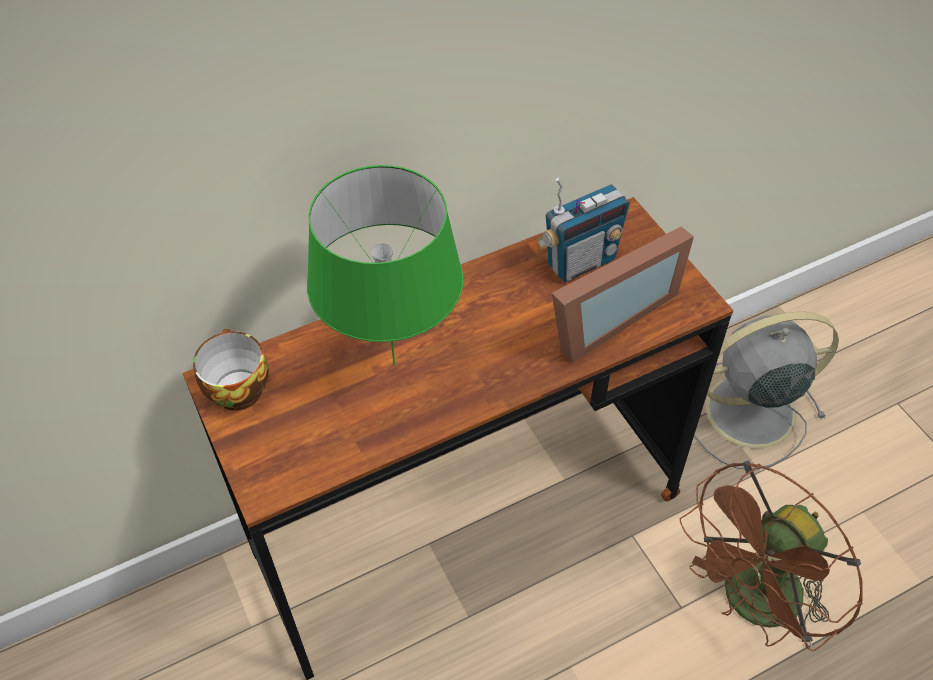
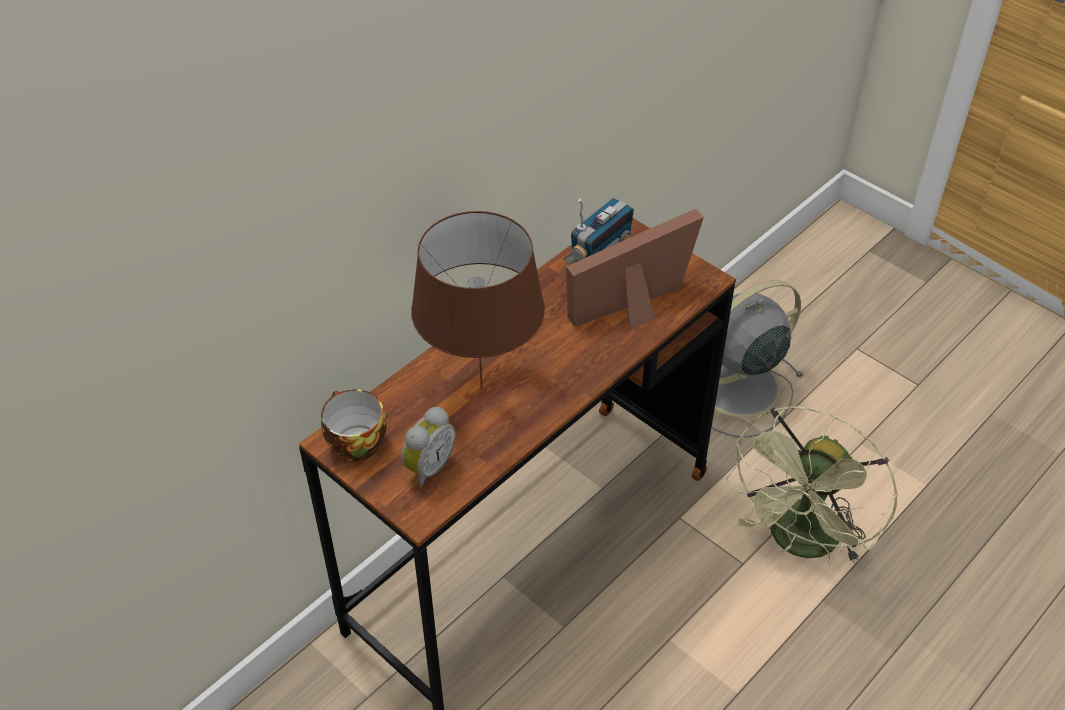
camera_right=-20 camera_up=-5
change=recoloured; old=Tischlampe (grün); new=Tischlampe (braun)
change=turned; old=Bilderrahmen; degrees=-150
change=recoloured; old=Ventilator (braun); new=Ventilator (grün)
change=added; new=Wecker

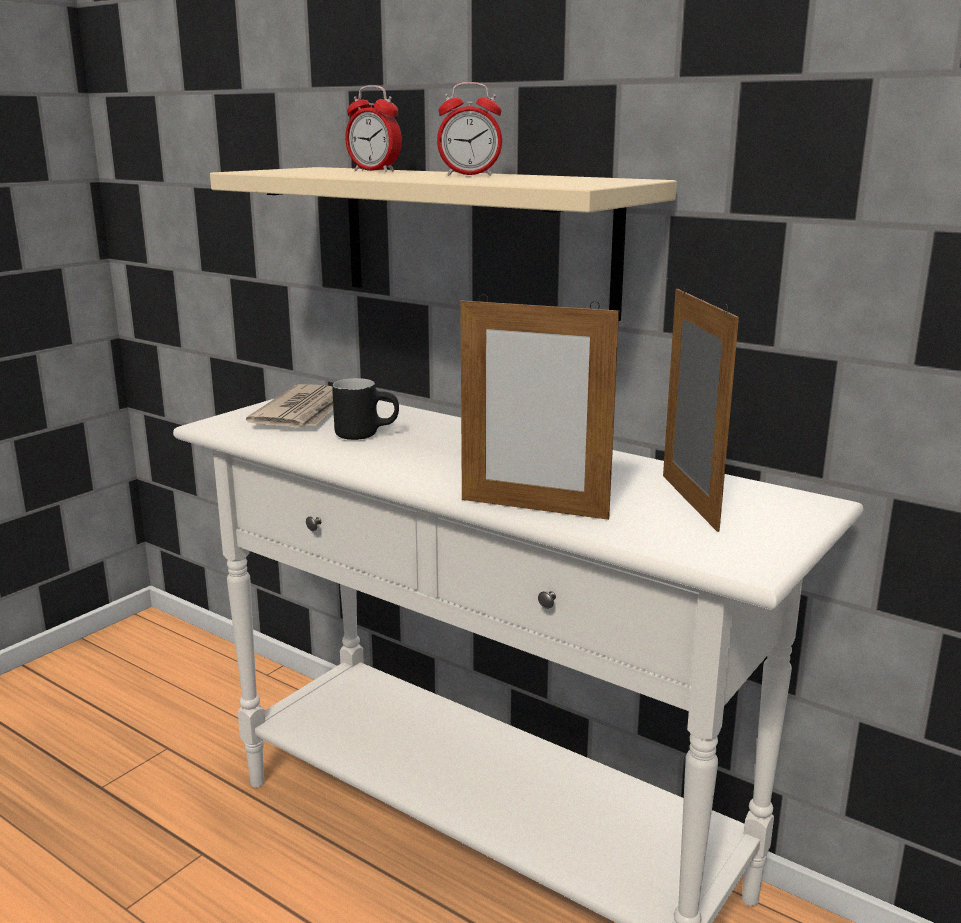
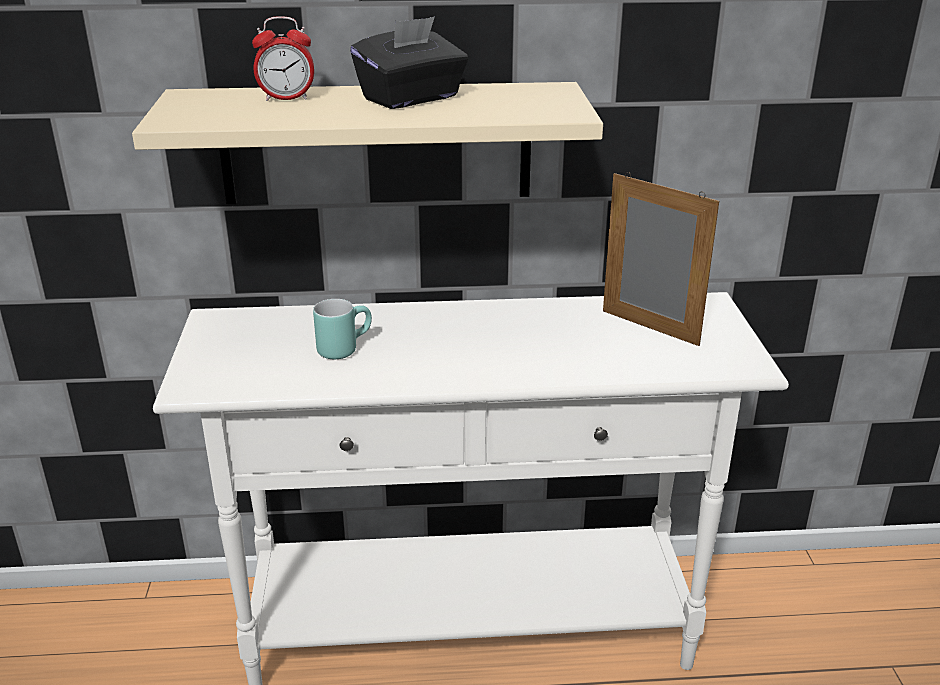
camera_right=-40 camera_up=10
change=removed; old=Zeitung
change=recoloured; old=Henkelbecher (schwarz); new=Henkelbecher (türkis)
change=replaced; old=Wecker (2nd from left); new=Taschentuchbox (schwarz)
change=removed; old=Bilderrahmen (1st from left)

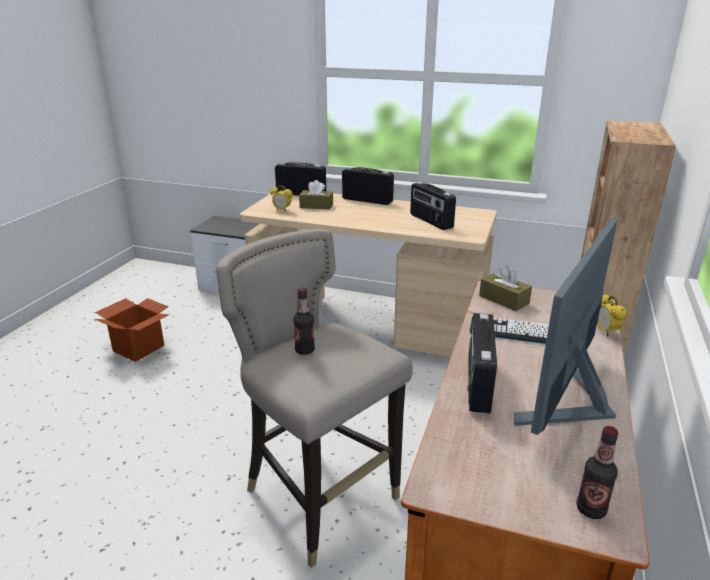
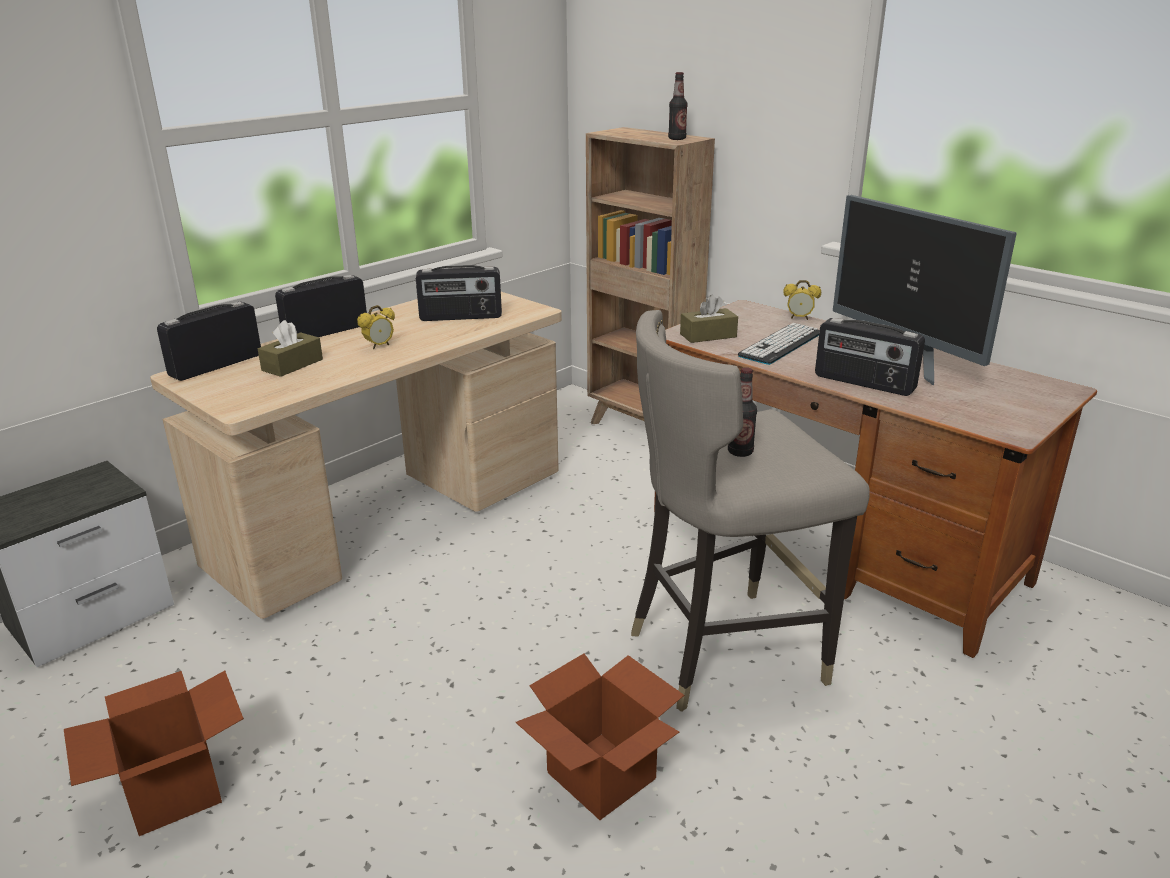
camera_right=-65 camera_up=0
change=moved; old=Wecker (1st from left)
change=moved; old=Flasche (2nd from left in the first image); new=Flasche (1st from left)
change=added; new=Karton (2nd from left)

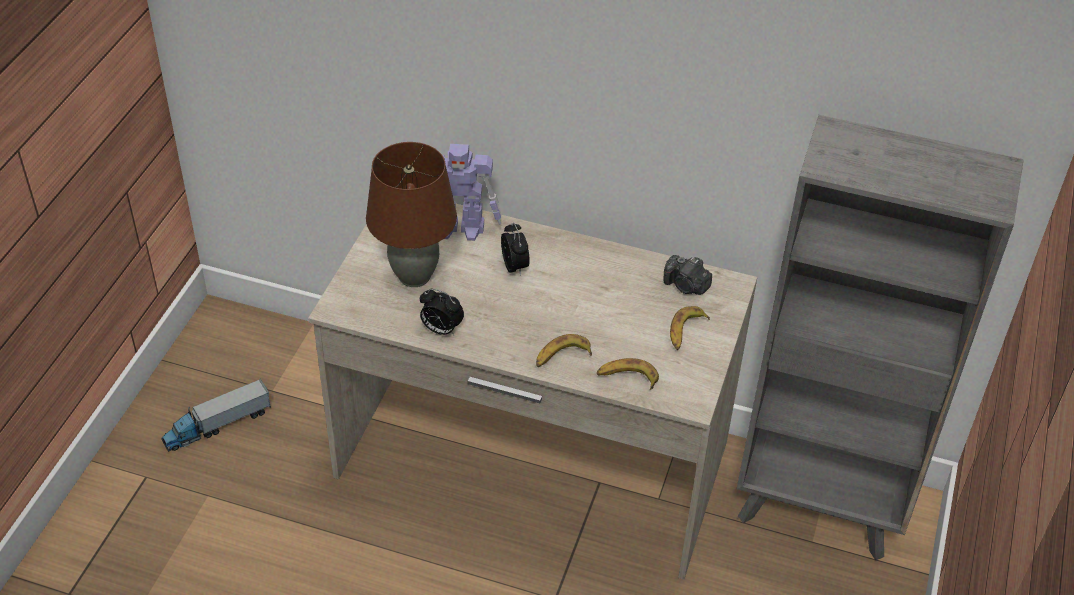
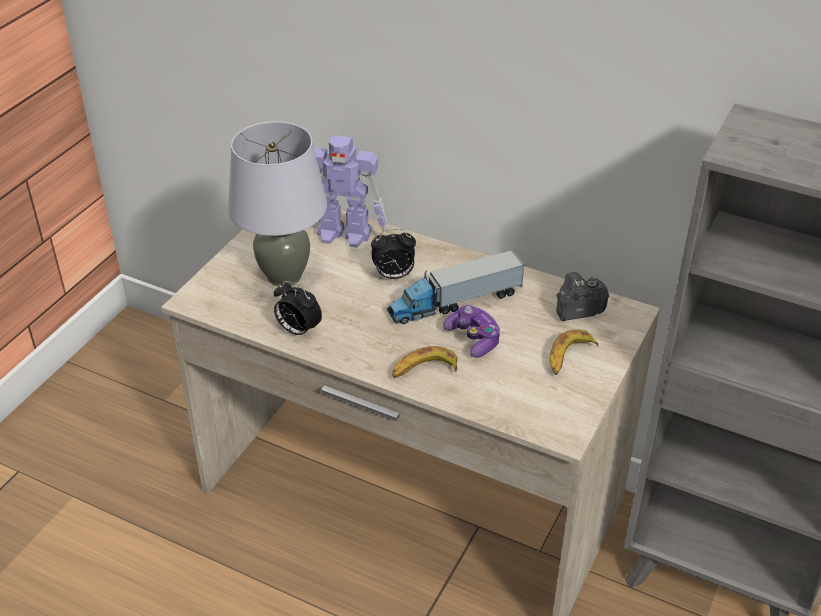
camera_right=10 camera_up=-5
change=moved; old=Spielzeuglaster
change=recoloured; old=Tischlampe (braun); new=Tischlampe (grau)
change=turned; old=Wecker (2nd from left); degrees=90
change=removed; old=Banane (2nd from left)
change=turned; old=Kamera; degrees=120
change=added; new=Gamepad

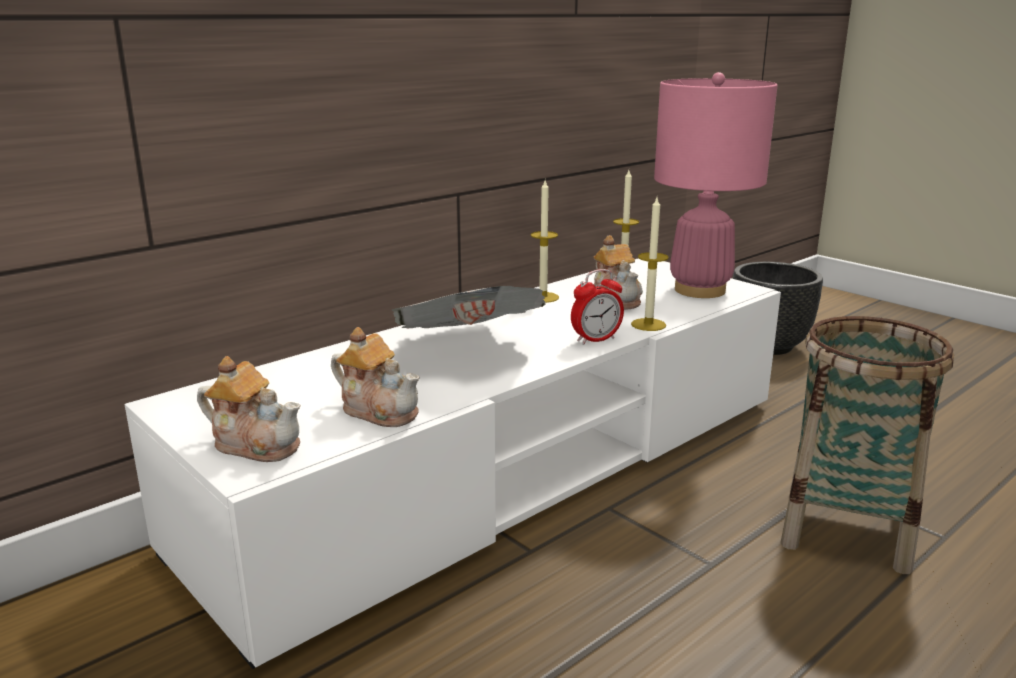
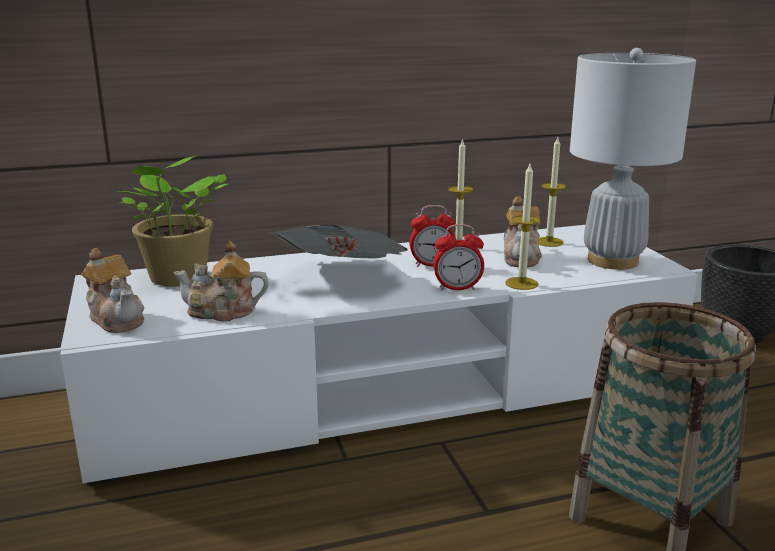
camera_right=25 camera_up=0
change=turned; old=Teekanne (2nd from left); degrees=120
change=recoloured; old=Tischlampe (rosa); new=Tischlampe (weiß)
change=added; new=Topfpflanze
change=added; new=Wecker (1st from left)

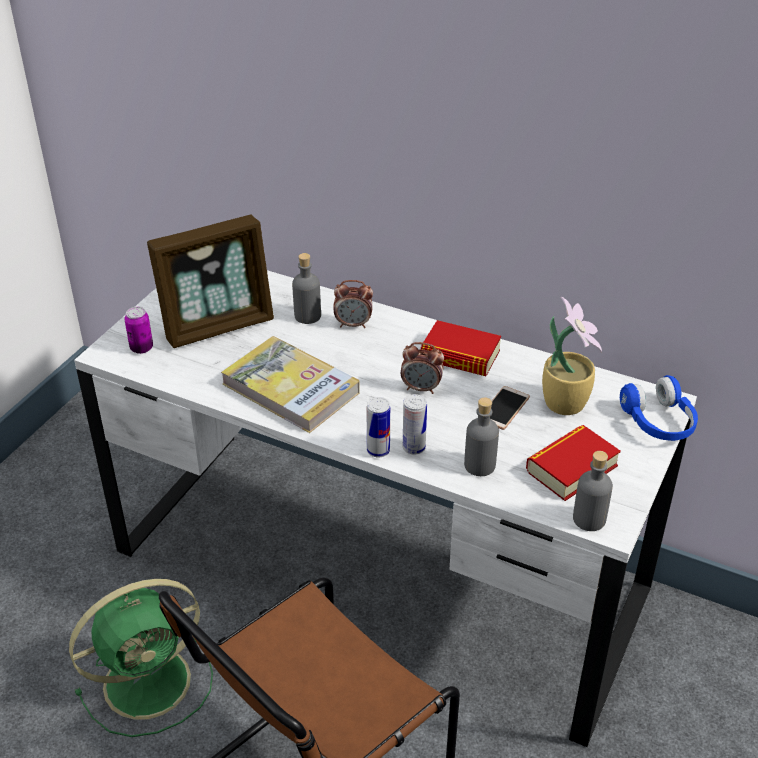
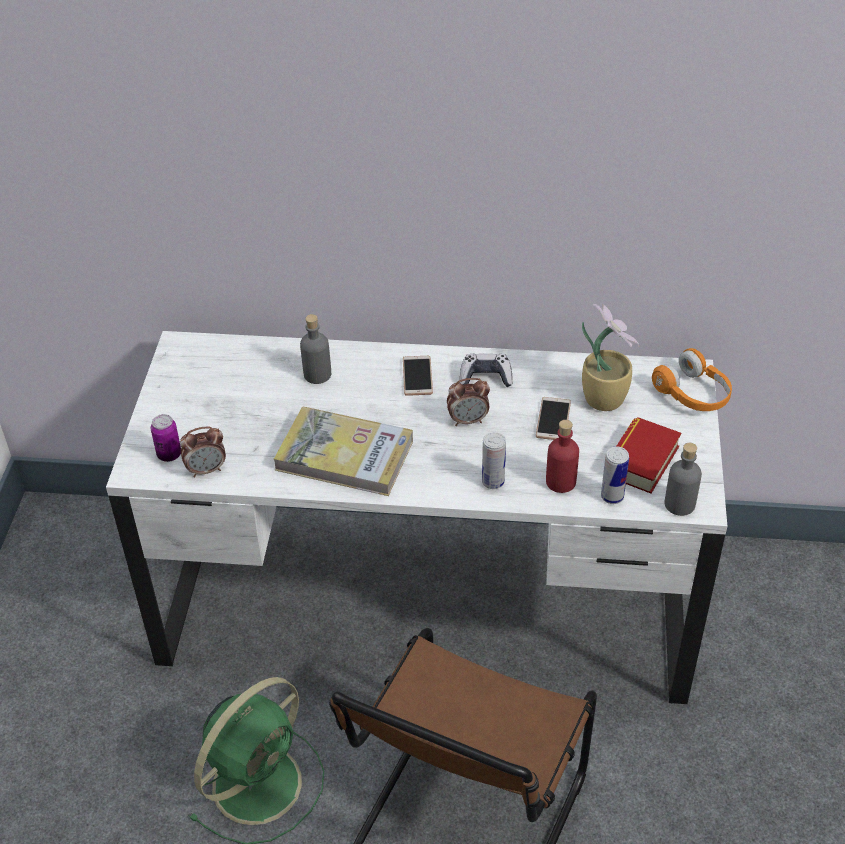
camera_right=-20 camera_up=5
change=removed; old=Bilderrahmen
change=moved; old=Wecker (1st from left)
change=moved; old=Dose (2nd from left in the first image); new=Dose (3rd from left)
change=replaced; old=Buch (2nd from left); new=Gamepad
change=recoloured; old=Flasche (grau) (2nd from left); new=Flasche (rot)
change=recoloured; old=Kopfhörer (blau); new=Kopfhörer (orange)
change=added; new=Handy (1st from left)

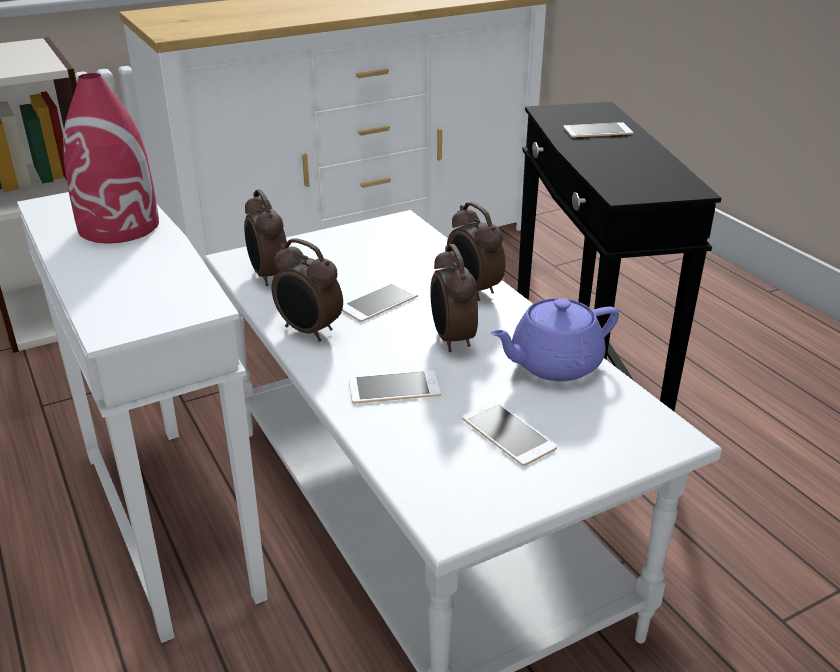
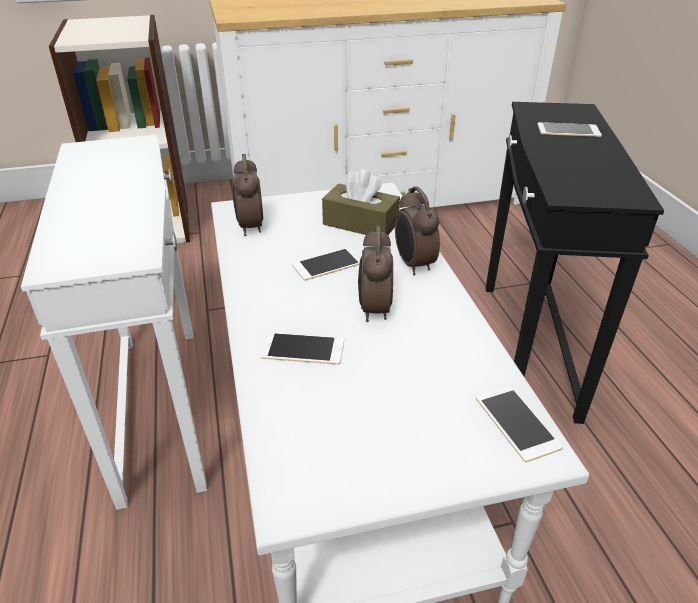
camera_right=15 camera_up=5
change=removed; old=Vase (rot)
change=removed; old=Wecker (2nd from left)
change=moved; old=Handy (3rd from left)
change=removed; old=Teekanne (lila)
change=added; new=Taschentuchbox (braun)

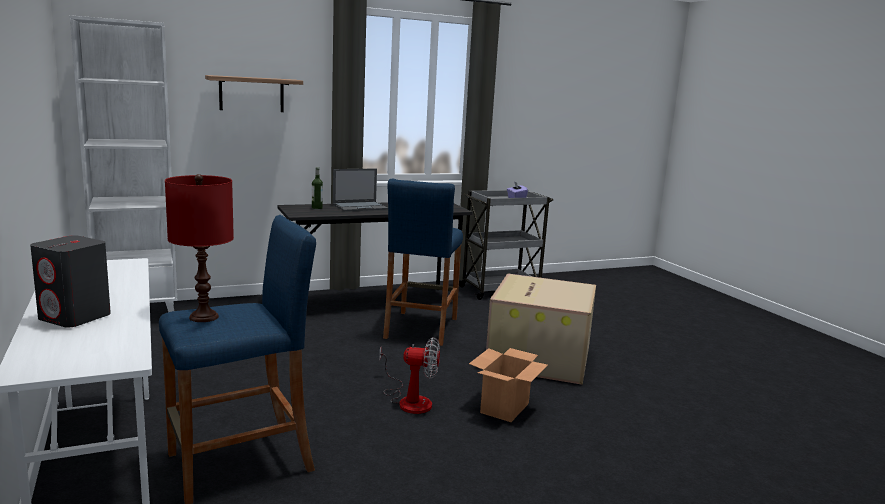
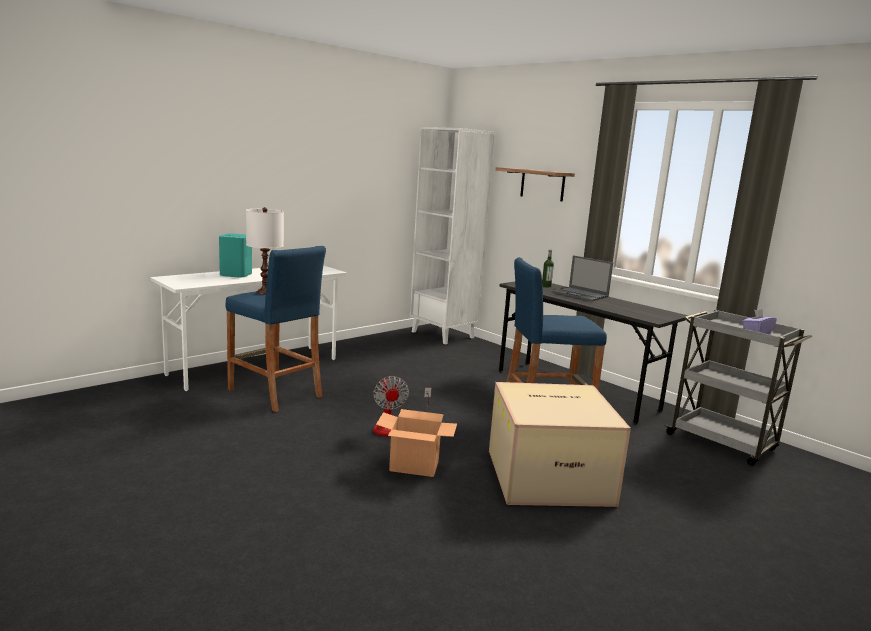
camera_right=70 camera_up=0
change=recoloured; old=Lautsprecher (grau); new=Lautsprecher (türkis)
change=recoloured; old=Tischlampe (rot); new=Tischlampe (weiß)

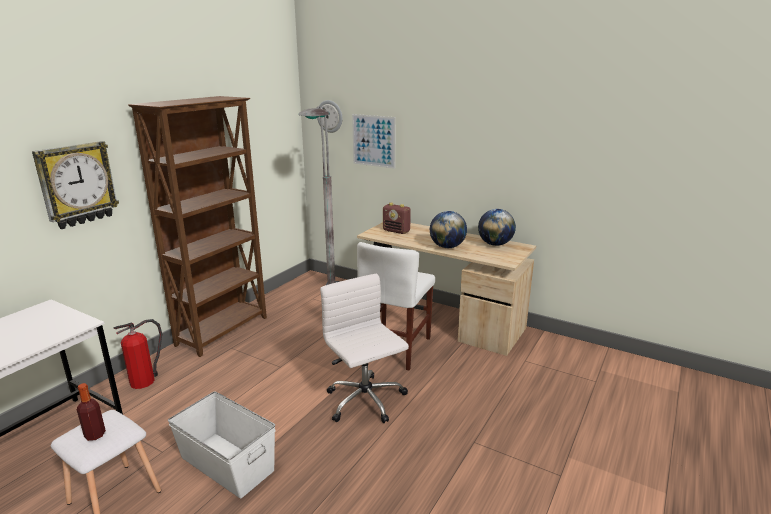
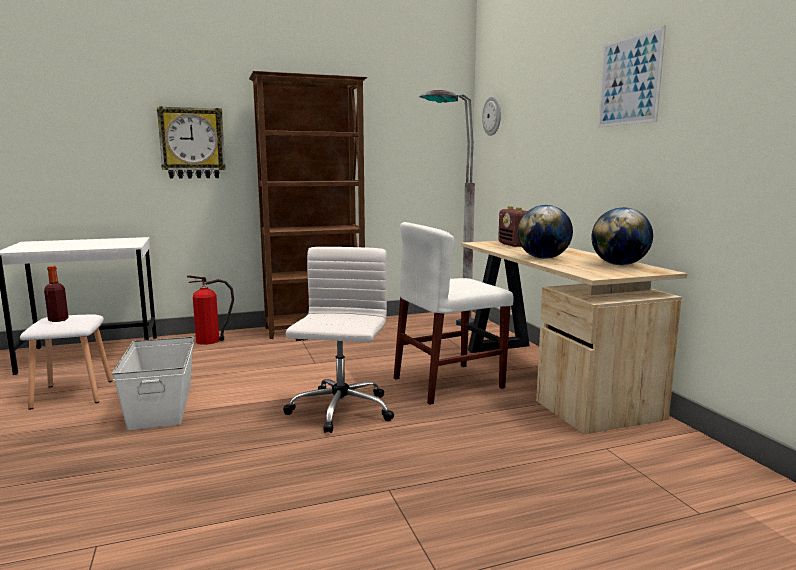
camera_right=40 camera_up=-10
change=moved; old=Bild

